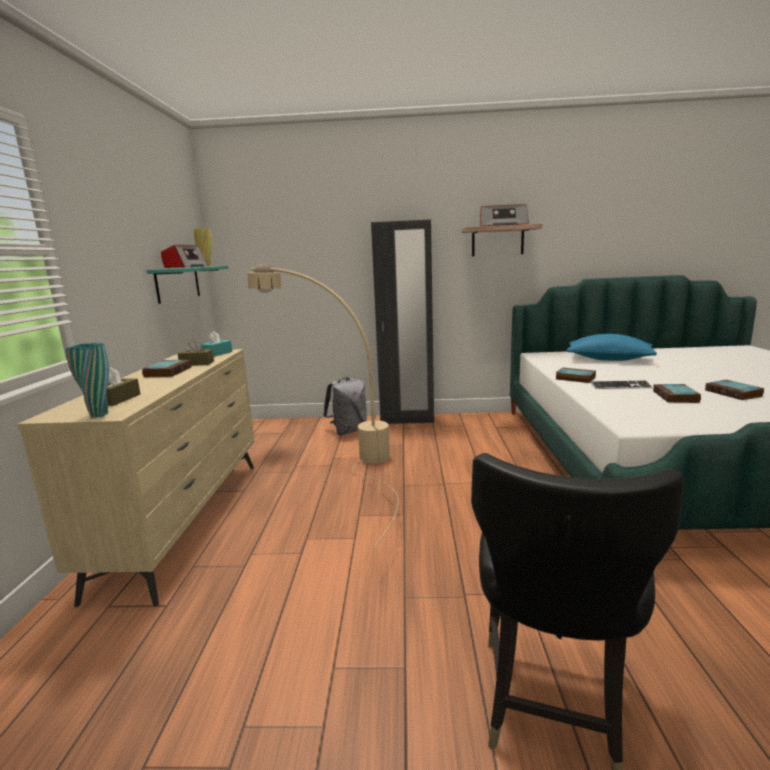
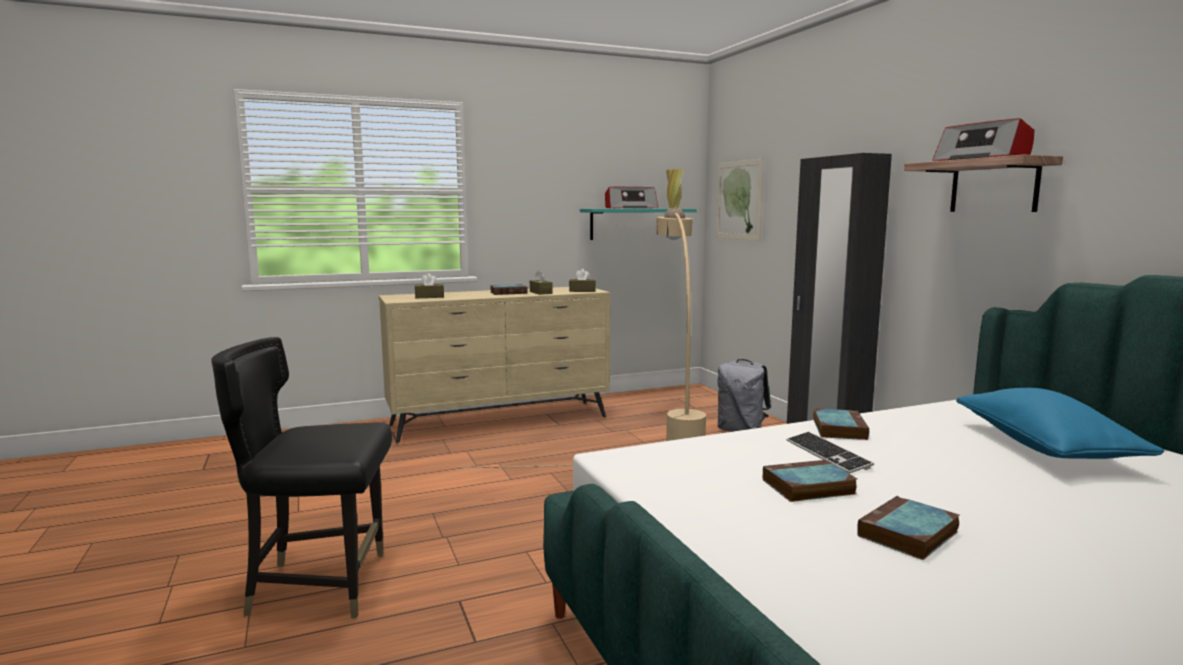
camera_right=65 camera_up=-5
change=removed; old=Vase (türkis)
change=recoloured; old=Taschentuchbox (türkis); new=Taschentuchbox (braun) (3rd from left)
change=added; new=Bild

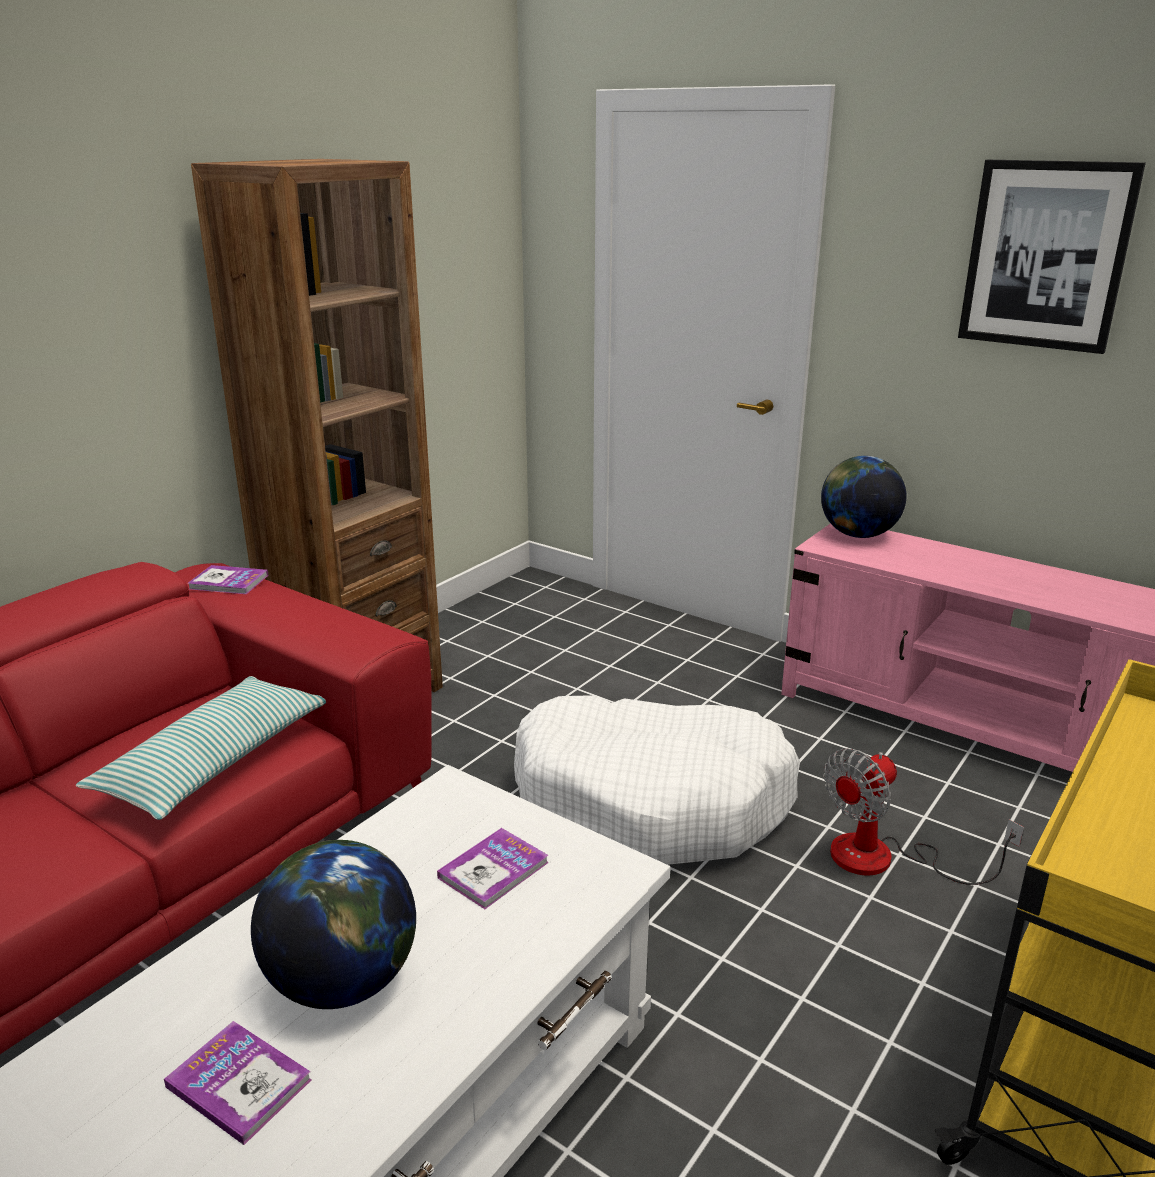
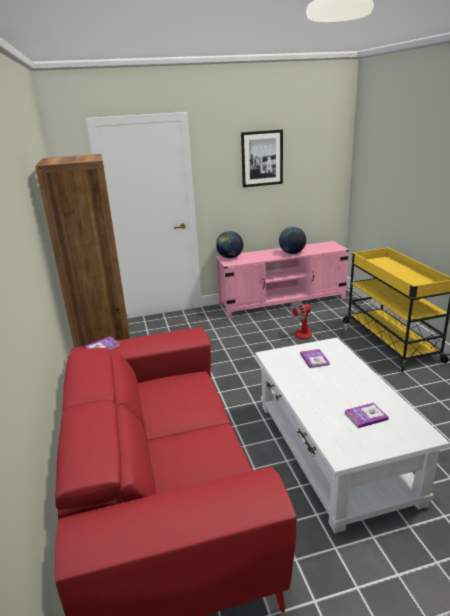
camera_right=-50 camera_up=0
change=removed; old=Kissen
change=moved; old=Globus (1st from left in the first image); new=Globus (2nd from left)
change=removed; old=Hundebett (weiß)
change=turned; old=Ventilator; degrees=60

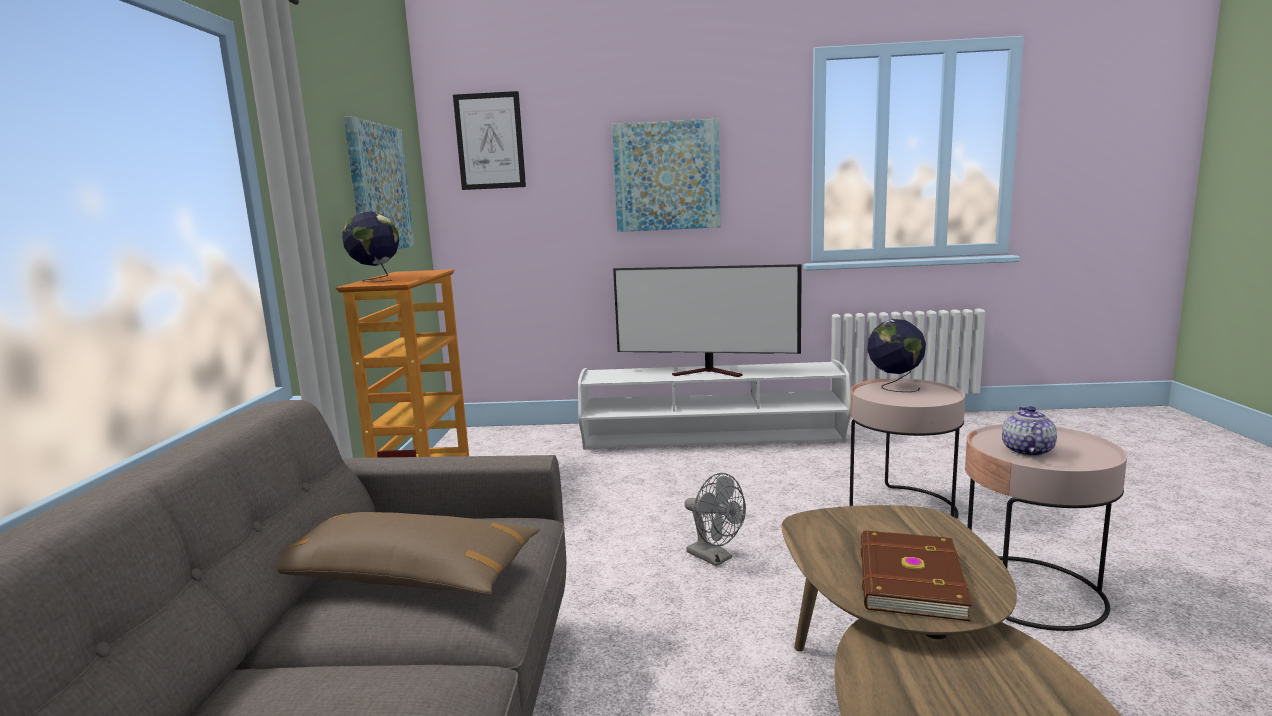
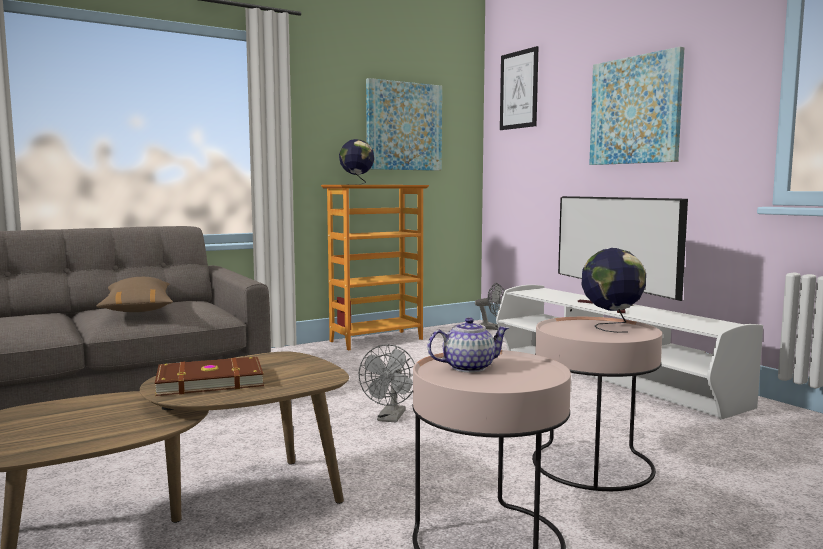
camera_right=55 camera_up=-5
change=added; new=Ventilator (grau) (2nd from left)

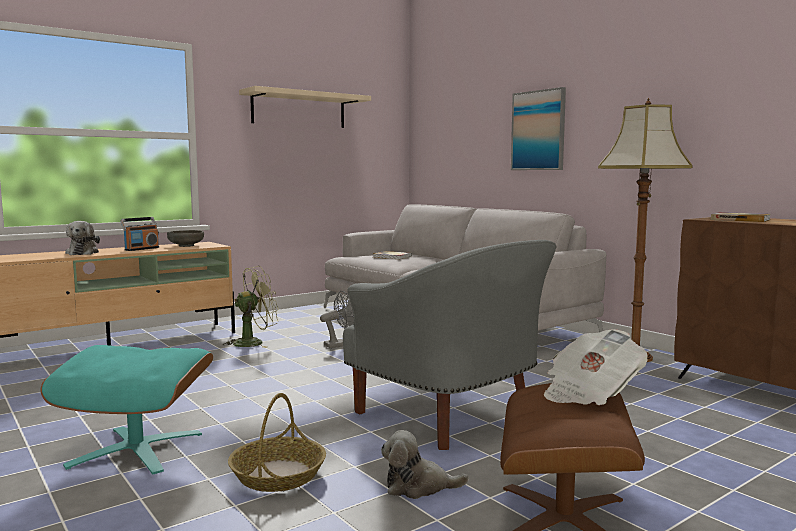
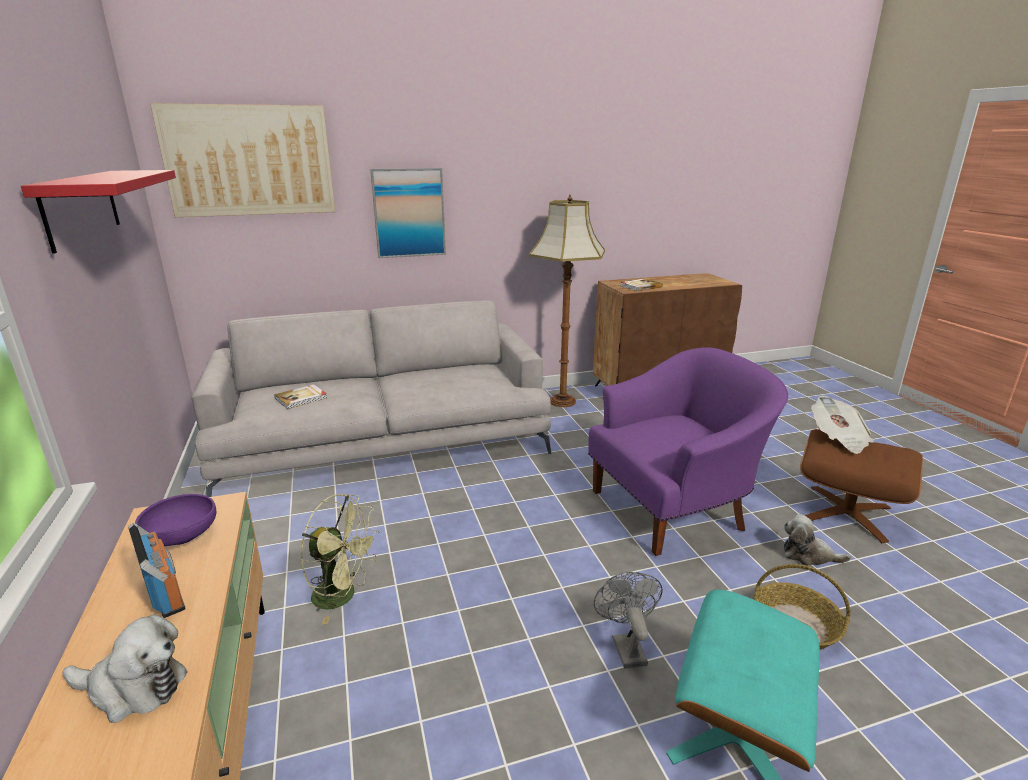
camera_right=-70 camera_up=15
change=recoloured; old=Schüssel (grau); new=Schüssel (lila)
change=turned; old=Ventilator (grün); degrees=120
change=recoloured; old=Wandregal (beige); new=Wandregal (rot)
change=moved; old=Ventilator (grau)
change=recoloured; old=Sessel (grau); new=Sessel (lila)
change=turned; old=Plüschtier (2nd from left); degrees=90
change=added; new=Bild (1st from left)

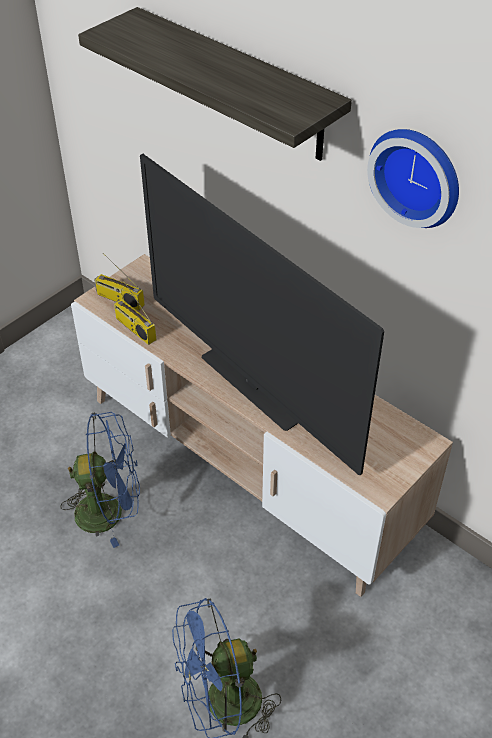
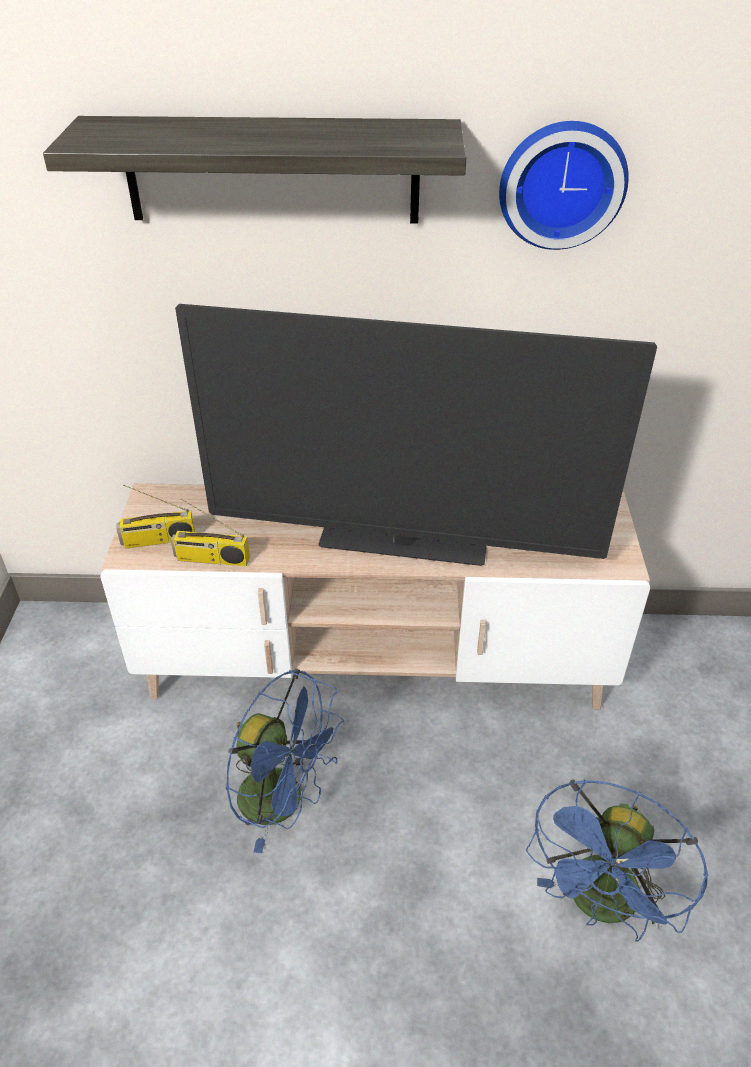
camera_right=-40 camera_up=-5
change=turned; old=Ventilator (blau) (1st from left); degrees=75

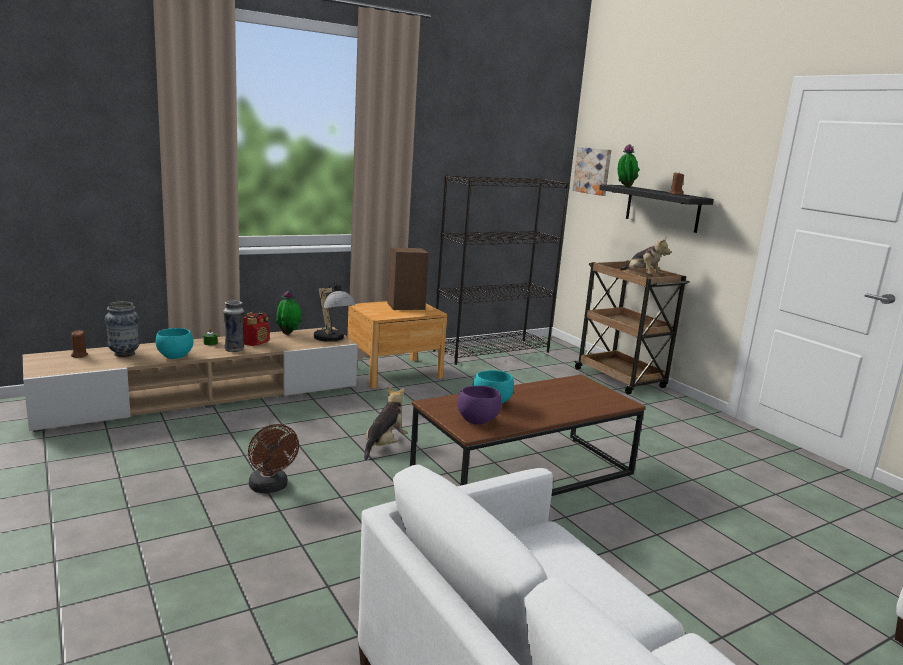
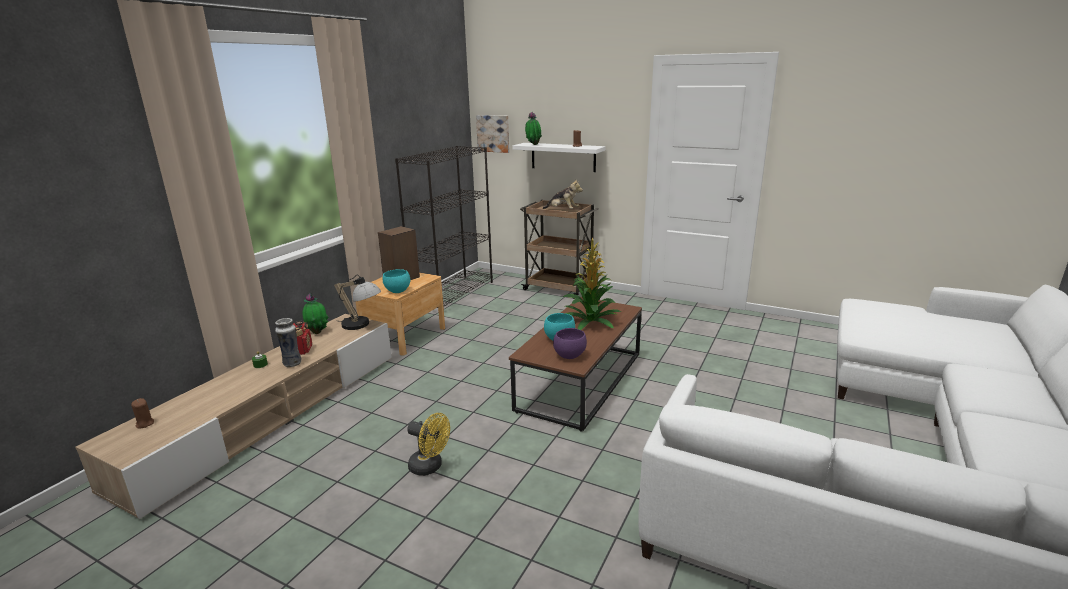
camera_right=-30 camera_up=5
change=removed; old=Vase (1st from left)
change=moved; old=Schüssel (türkis) (1st from left)
change=recoloured; old=Ventilator (braun); new=Ventilator (gelb)
change=removed; old=Plüschtier (1st from left)
change=recoloured; old=Wandregal (schwarz); new=Wandregal (weiß)
change=added; new=Topfpflanze (3rd from left)

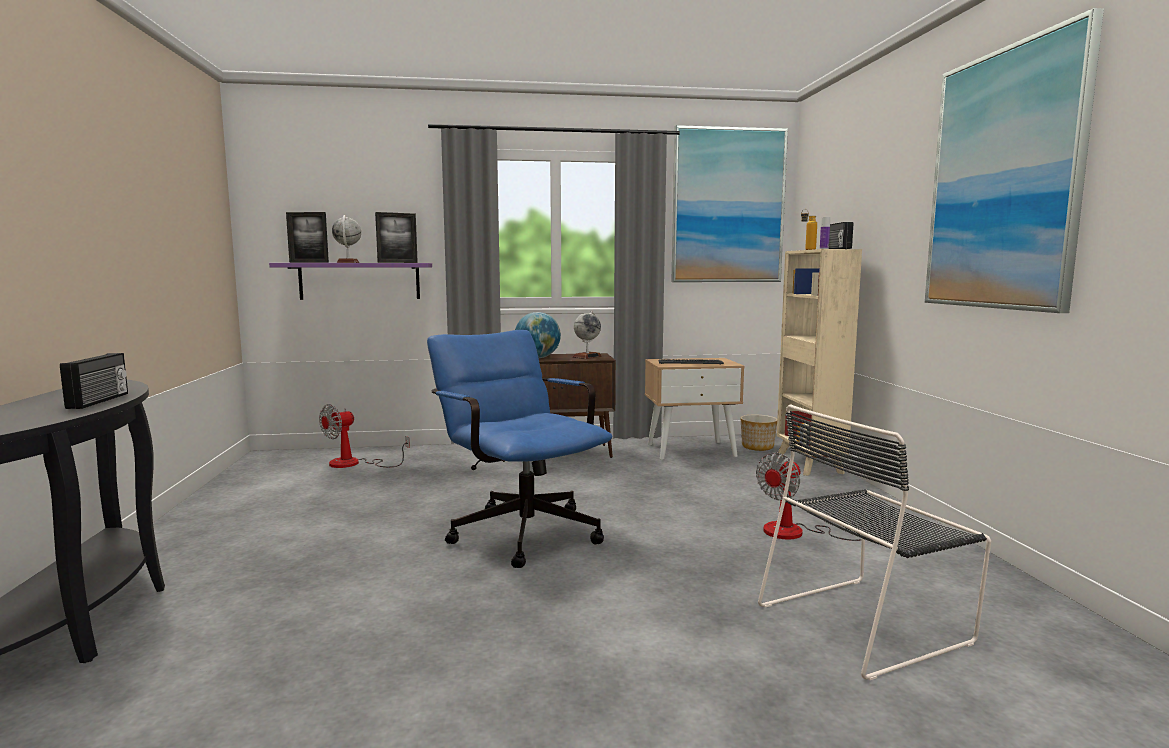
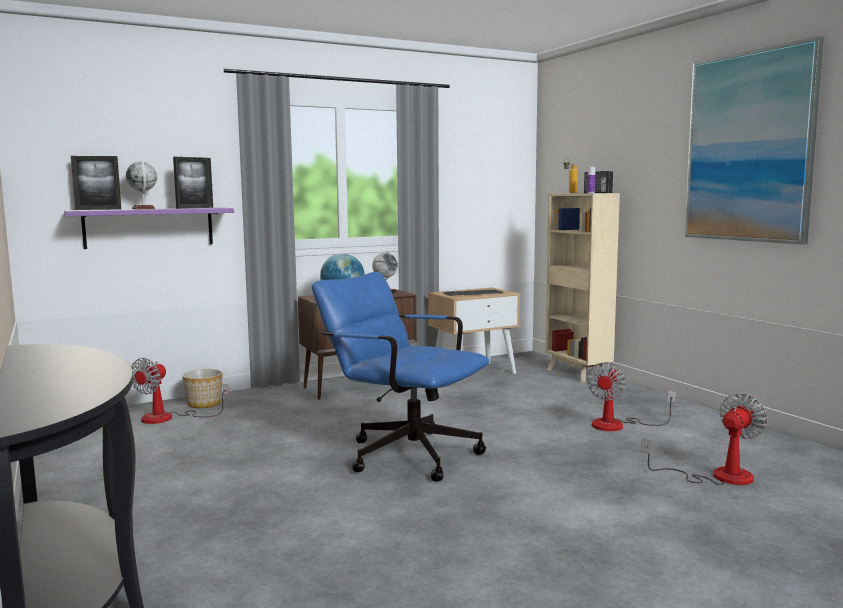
camera_right=-20 camera_up=0
change=removed; old=Radio (1st from left)
change=removed; old=Bild (1st from left)
change=moved; old=Pflanzkübel
change=replaced; old=Stuhl (schwarz); new=Ventilator (3rd from left)

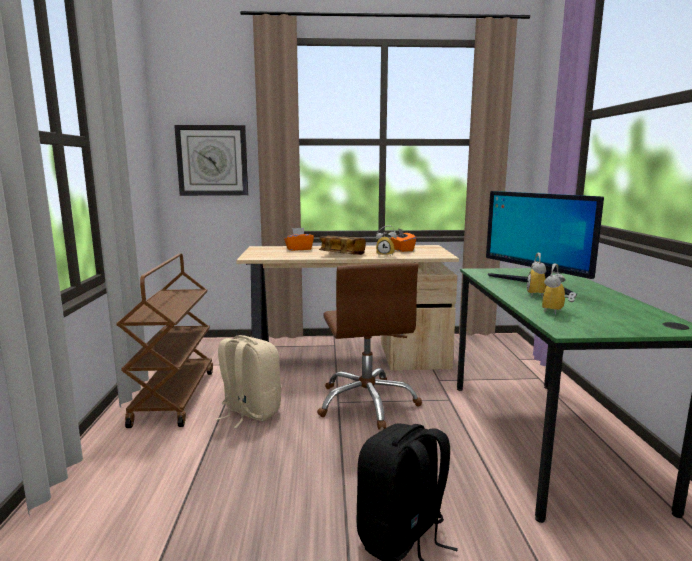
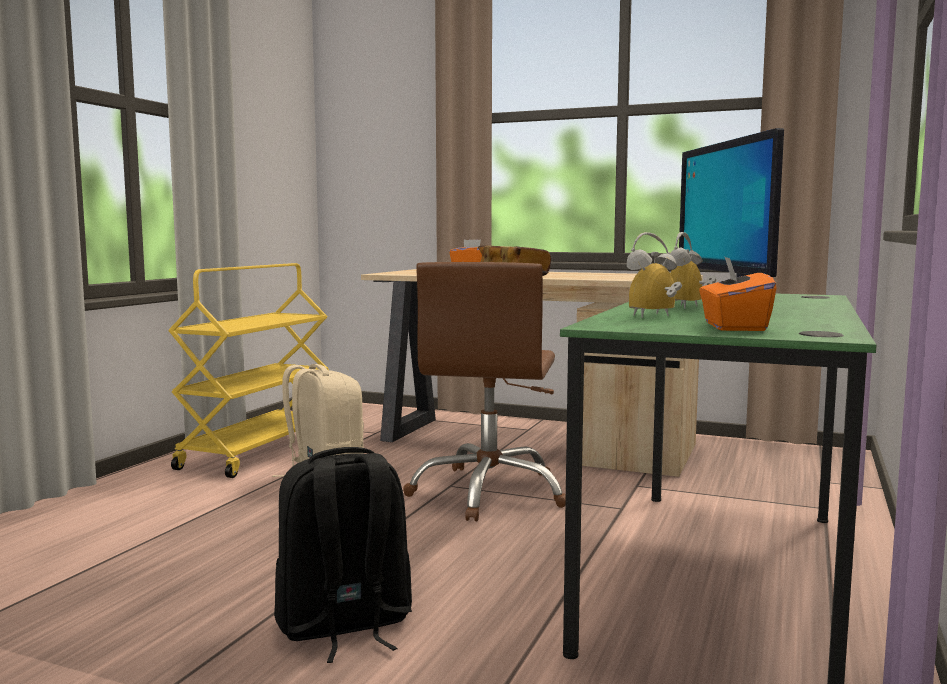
camera_right=25 camera_up=-5
change=recoloured; old=Rollwagen (braun); new=Rollwagen (gelb)
change=removed; old=Wanduhr
change=removed; old=Wecker (1st from left)
change=moved; old=Taschentuchbox (orange) (2nd from left)

